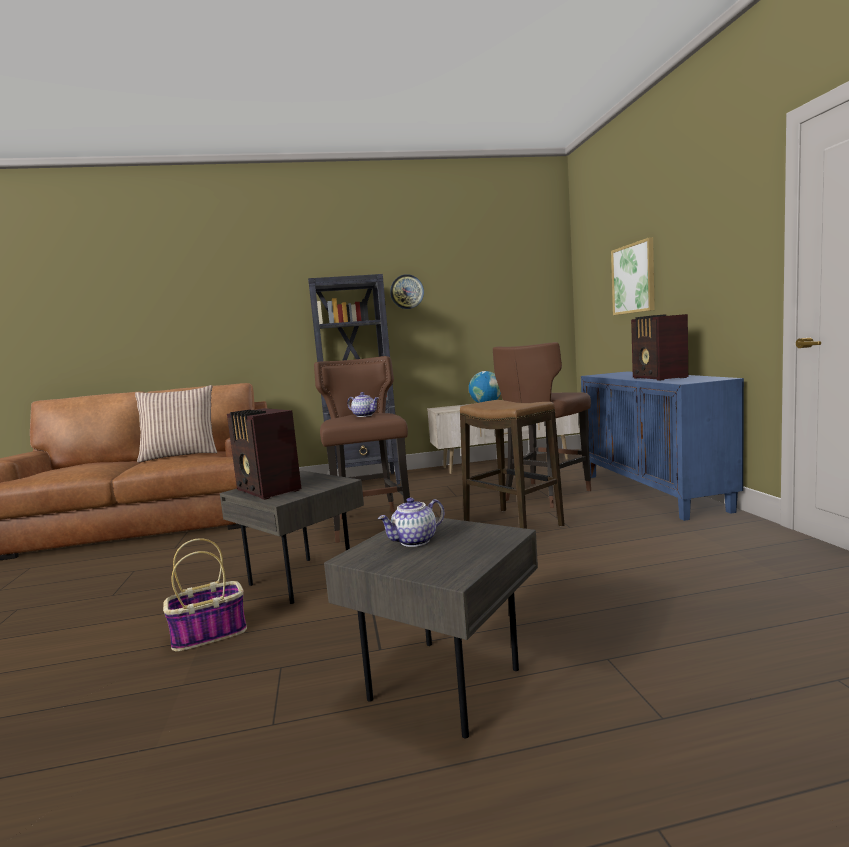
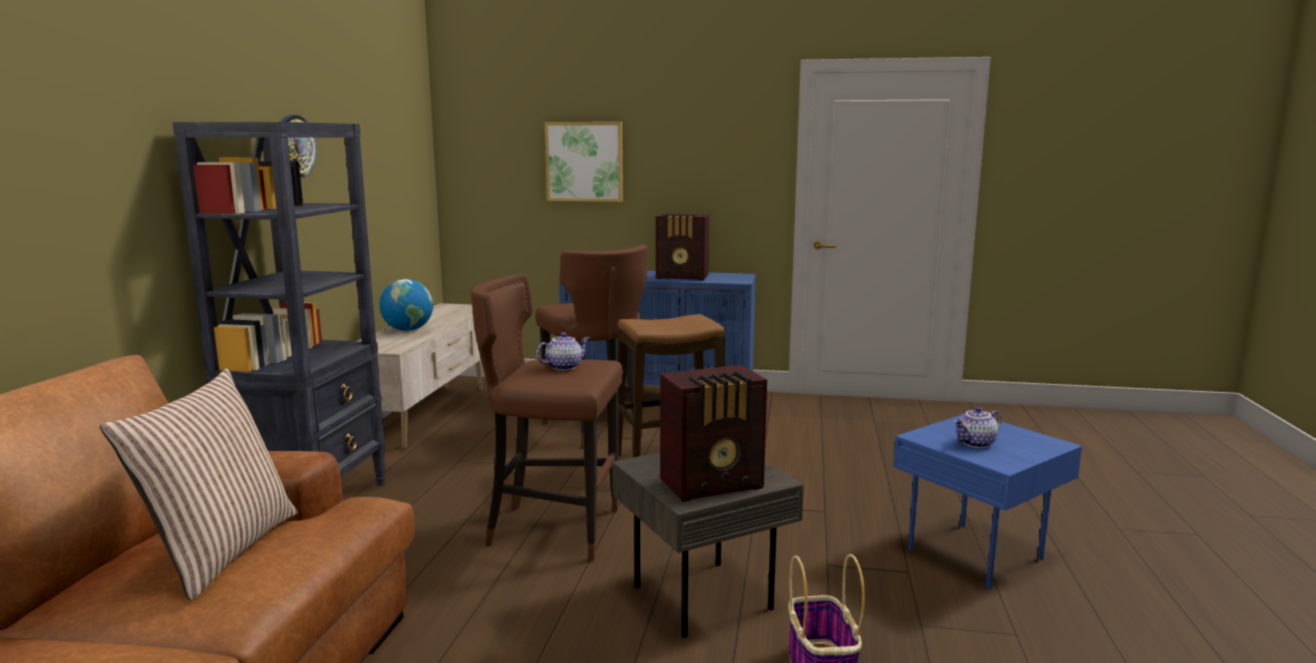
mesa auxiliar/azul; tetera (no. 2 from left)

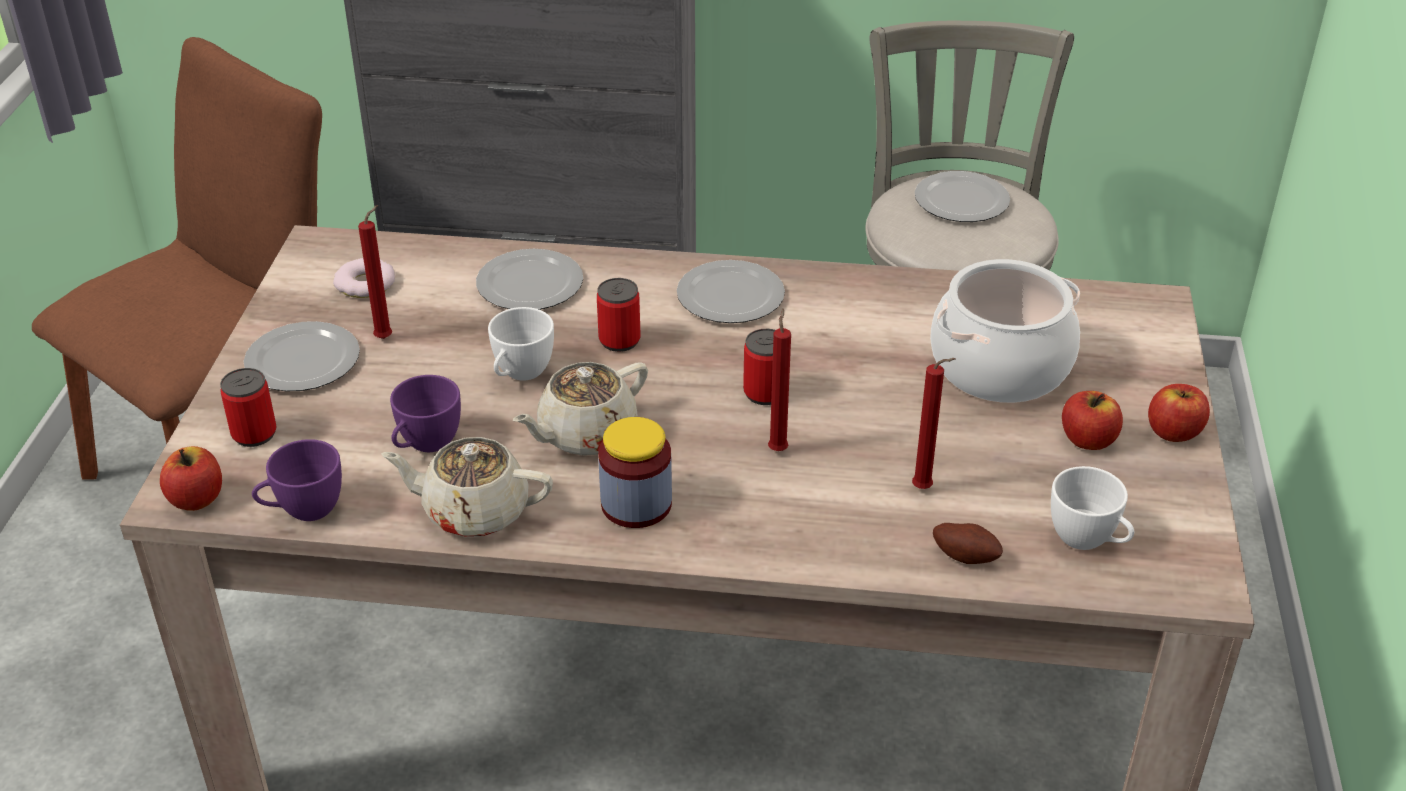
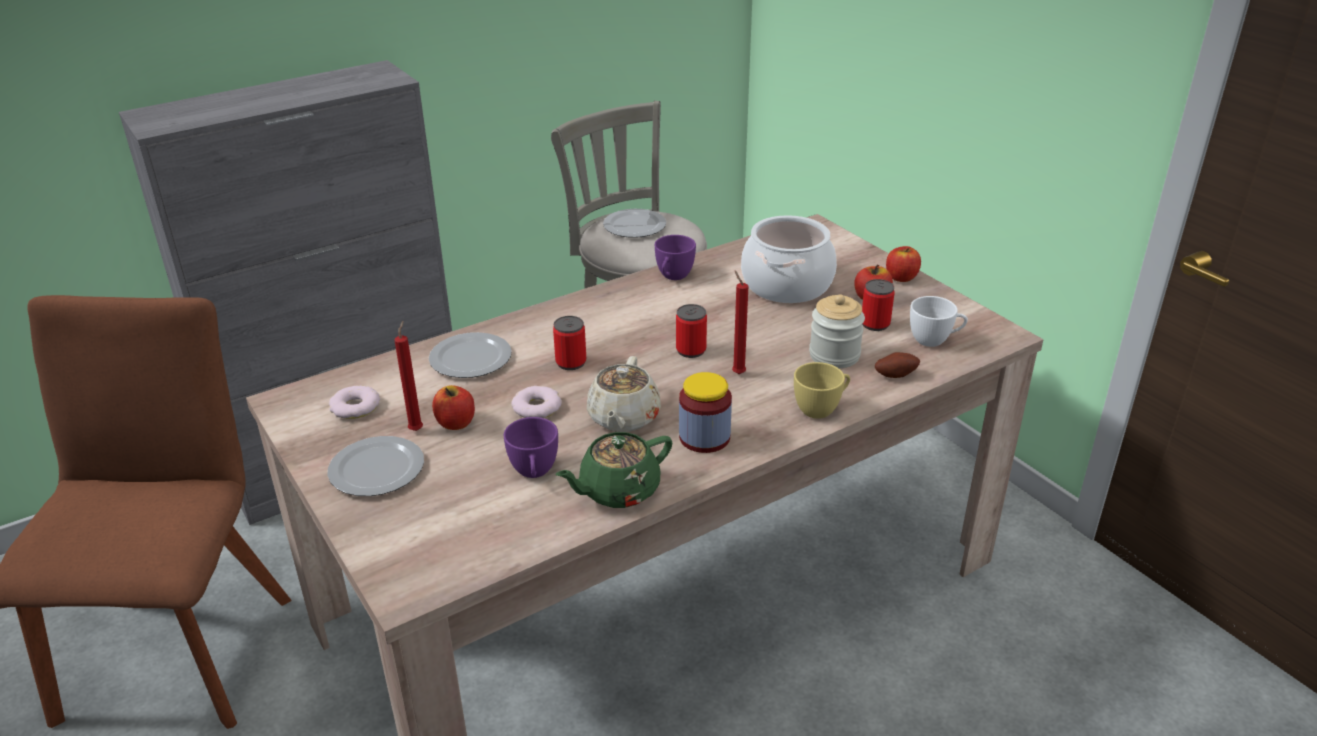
manzana (no. 1 from left); rosquilla (no. 2 from left); tetera/verde; taza/morado (no. 2 from left); taza/amarillo; tarro (no. 2 from left); lata (no. 3 from left); plato (no. 3 from left in the first image)

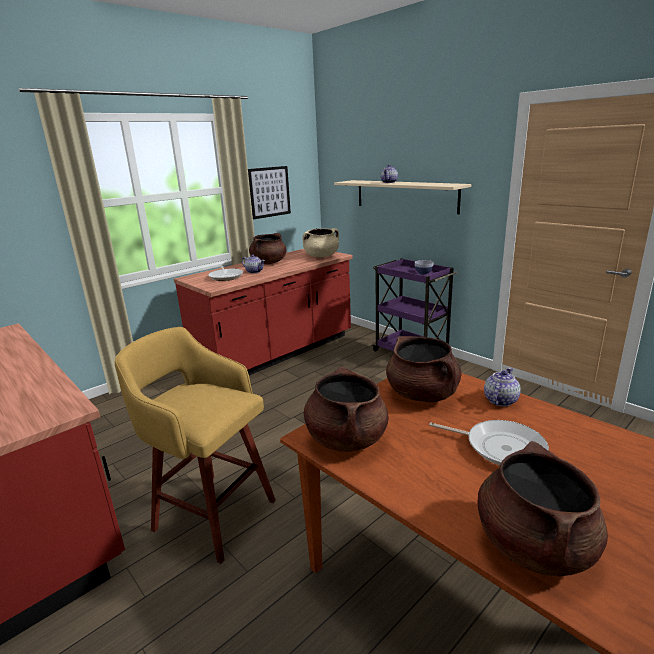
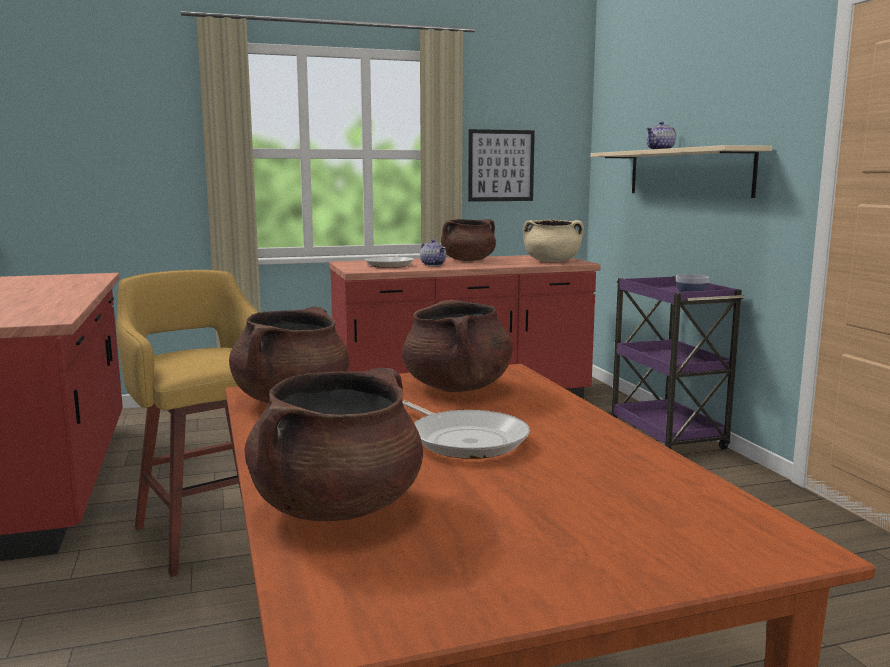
tetera (no. 3 from left in the first image)

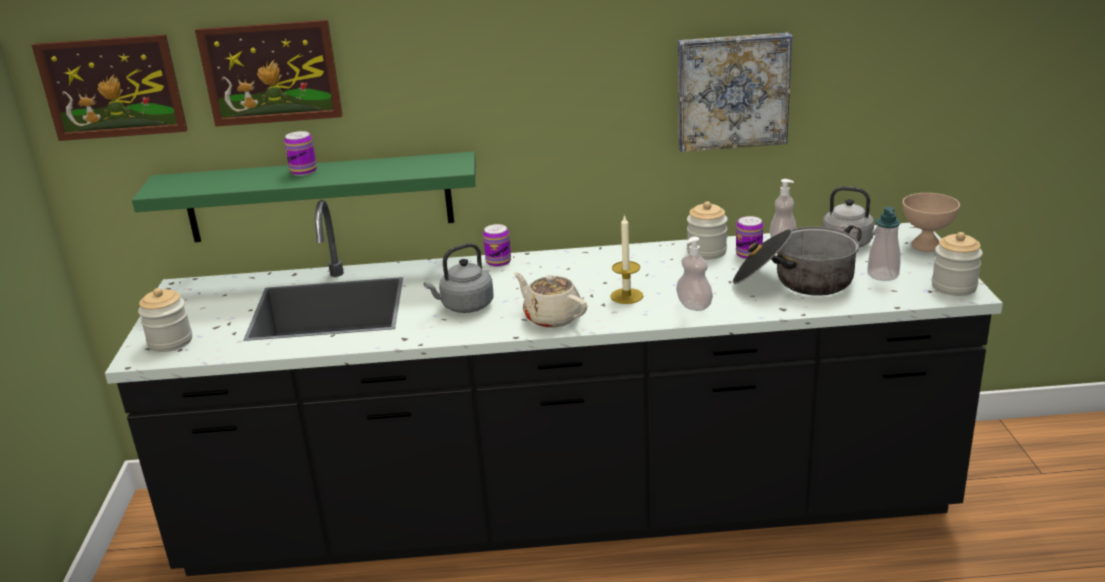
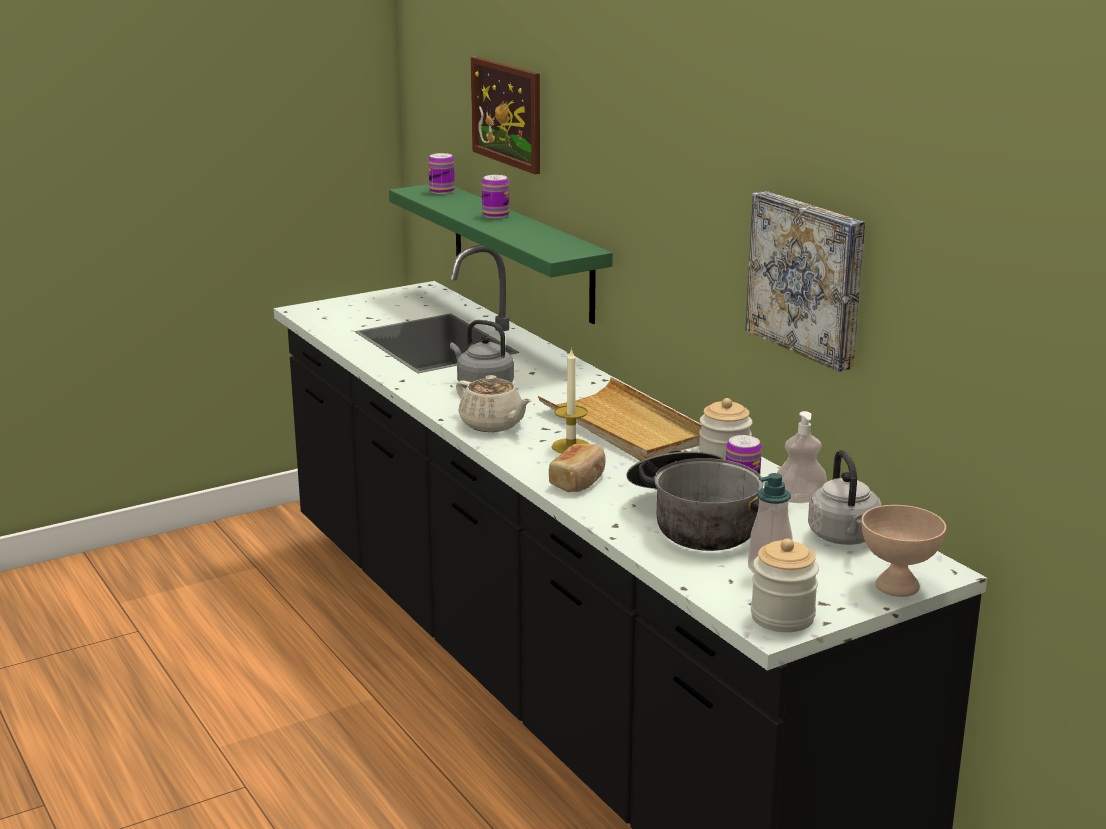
lata (no. 1 from left); tetera/beis; bandeja/beis; pan; cuadro (no. 1 from left in the first image); tarro (no. 1 from left in the first image)

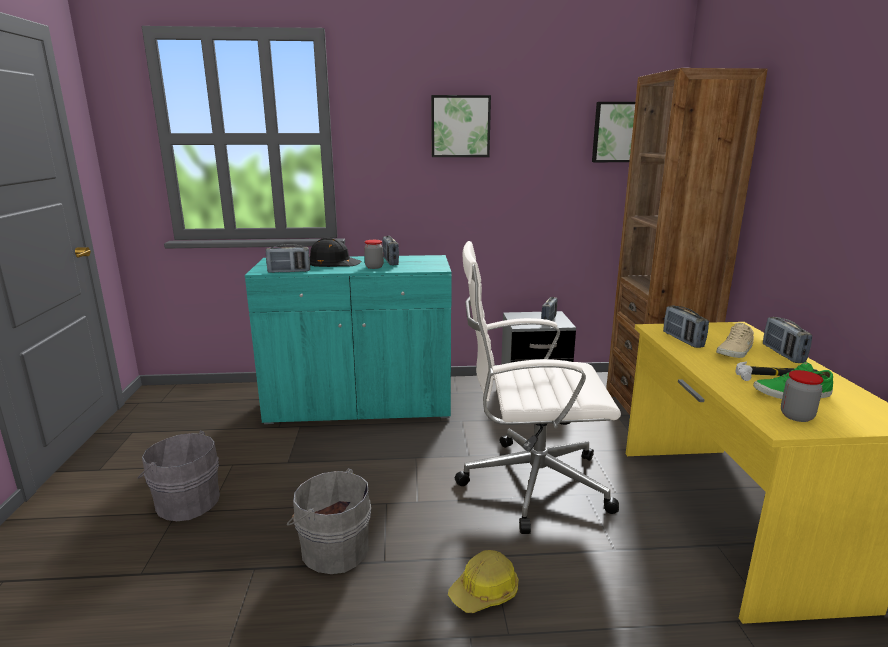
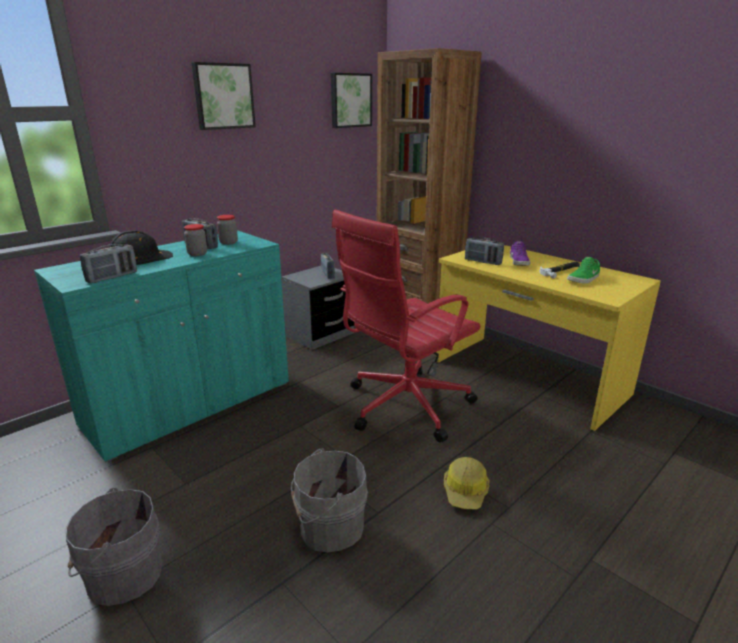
tarro (no. 2 from left); silla de oficina/rojo; zapato/morado; radio (no. 5 from left in the first image)

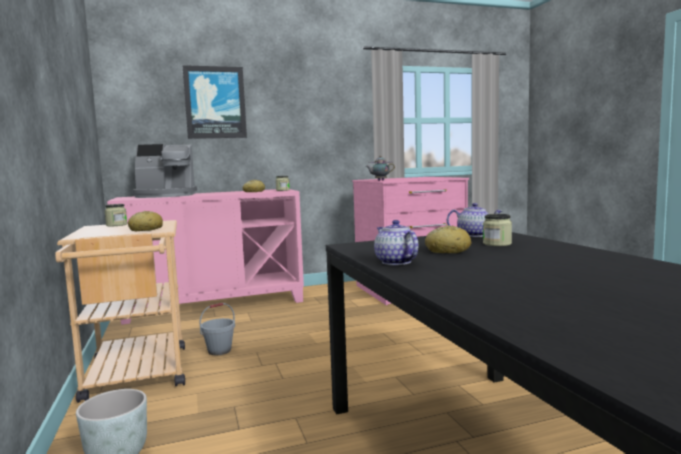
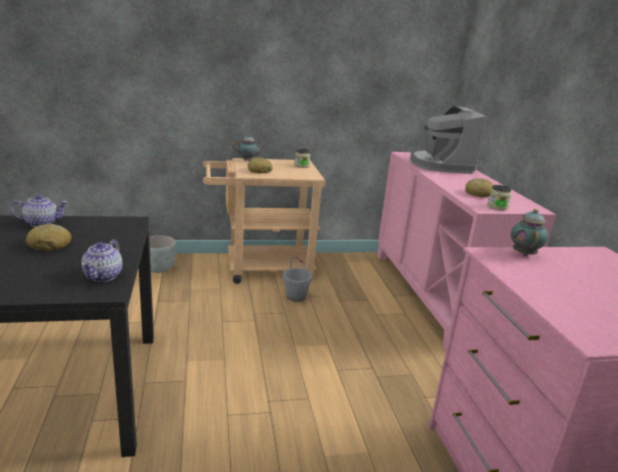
tetera (no. 3 from left); cuadro; tarro (no. 3 from left in the first image)

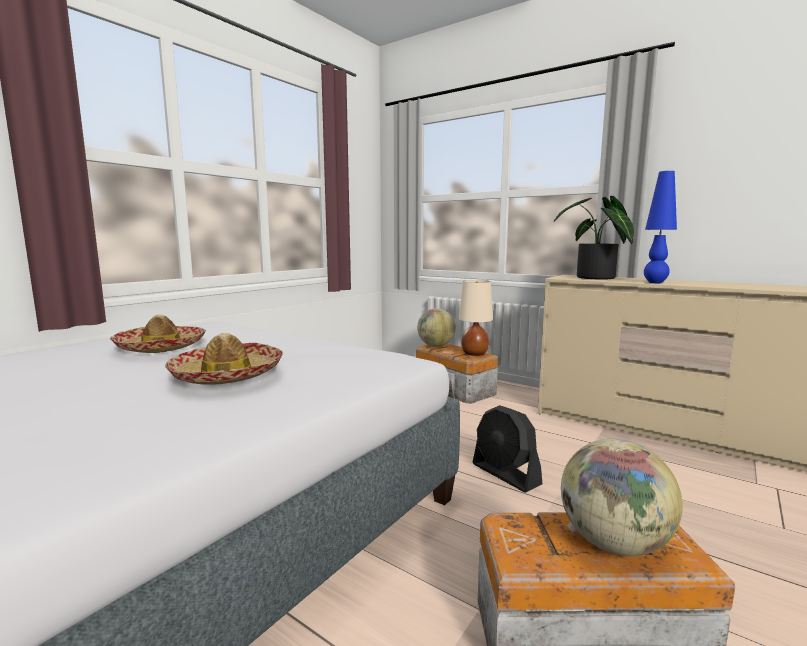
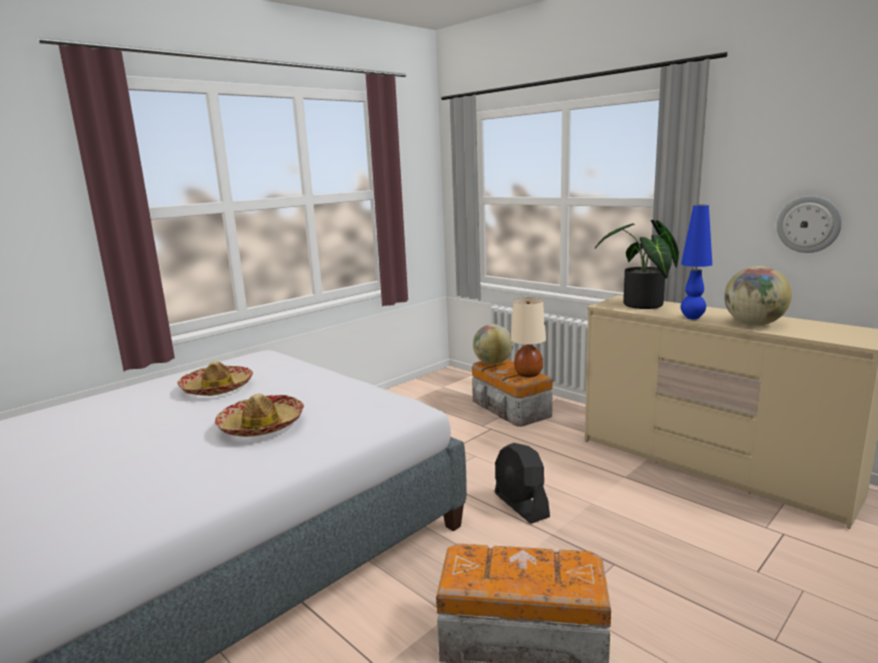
globo terráqueo (no. 2 from left); reloj de pared

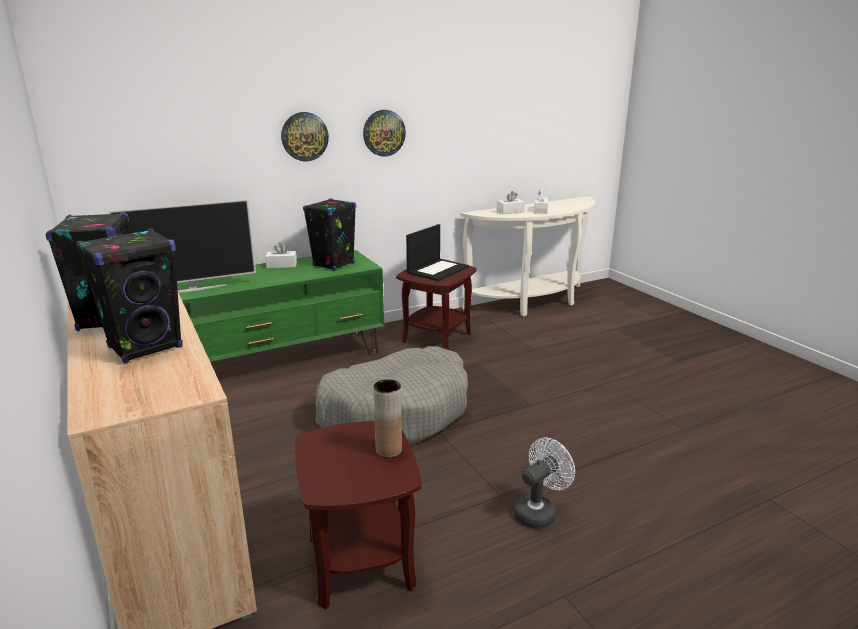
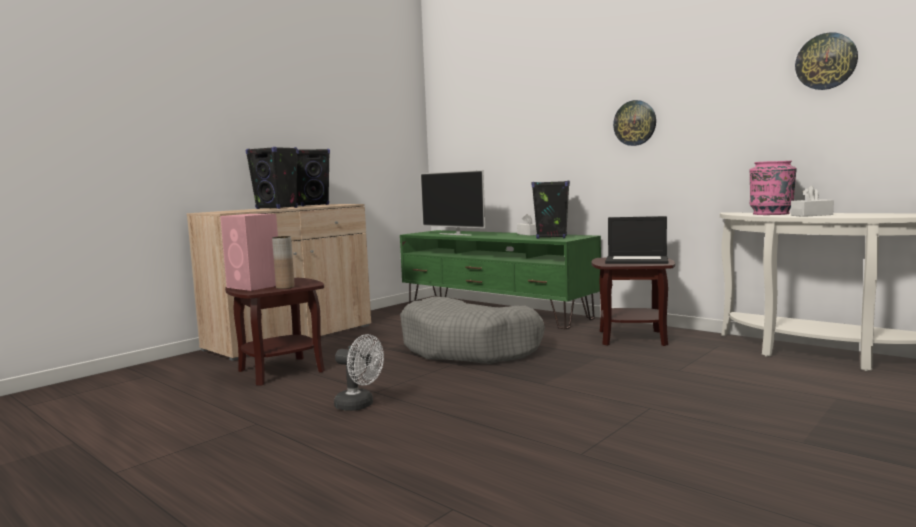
altavoz/rosa; florero/rosa; reloj de pared (no. 2 from left)

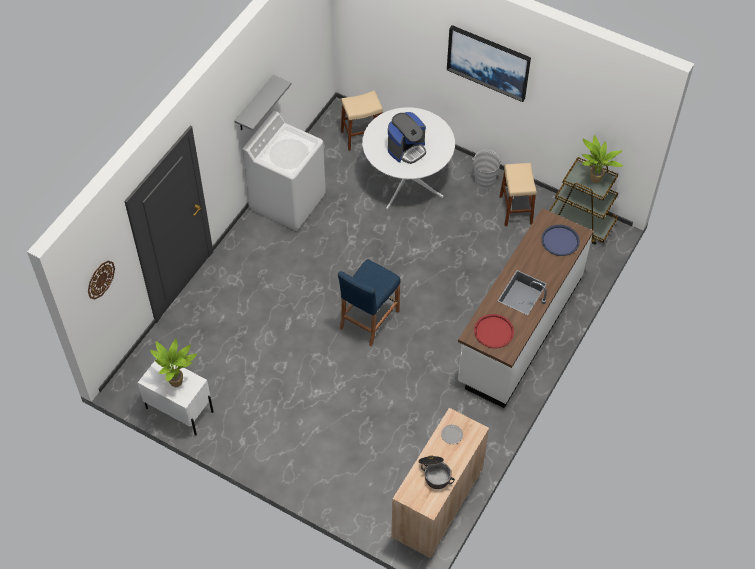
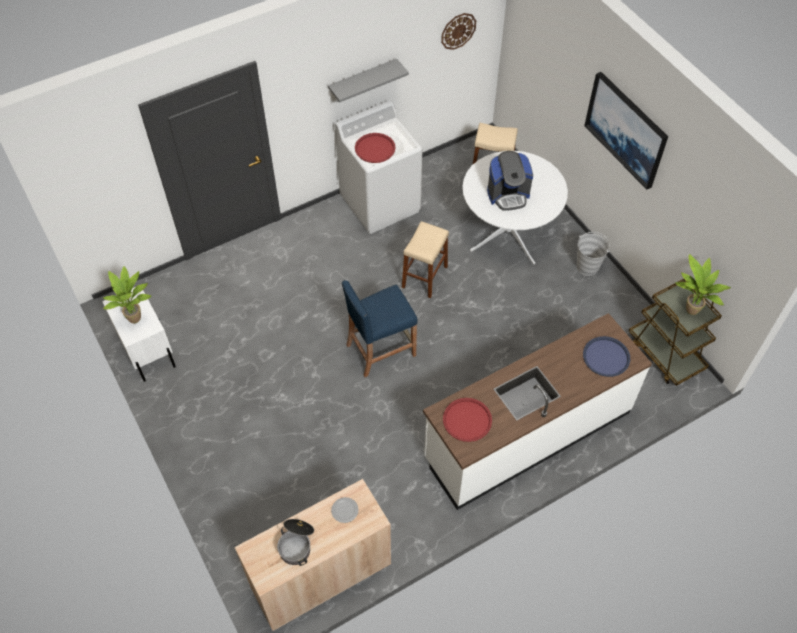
bandeja/rojo (no. 1 from left); taburete/beis (no. 1 from left); reloj de pared

